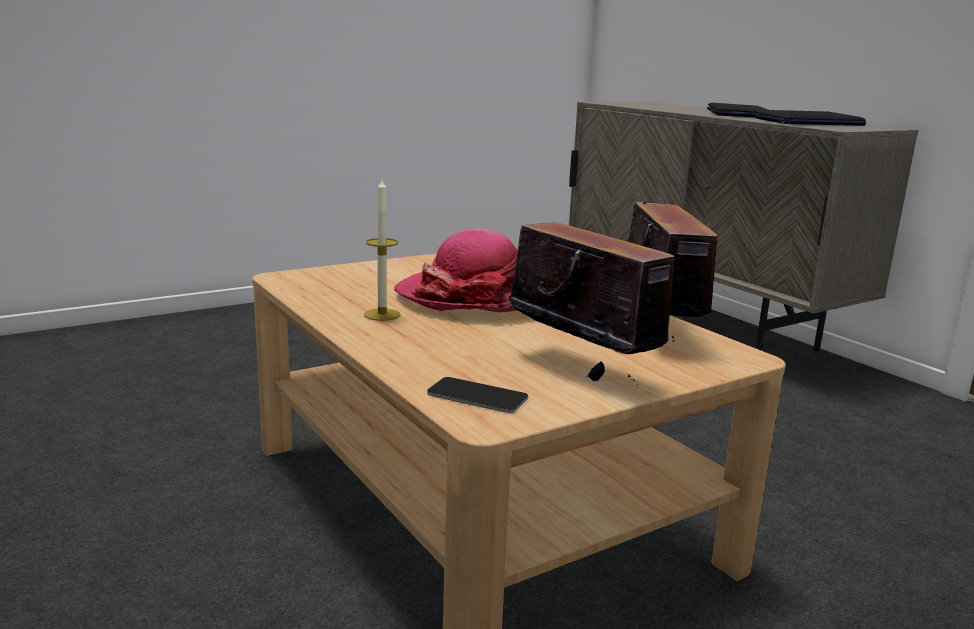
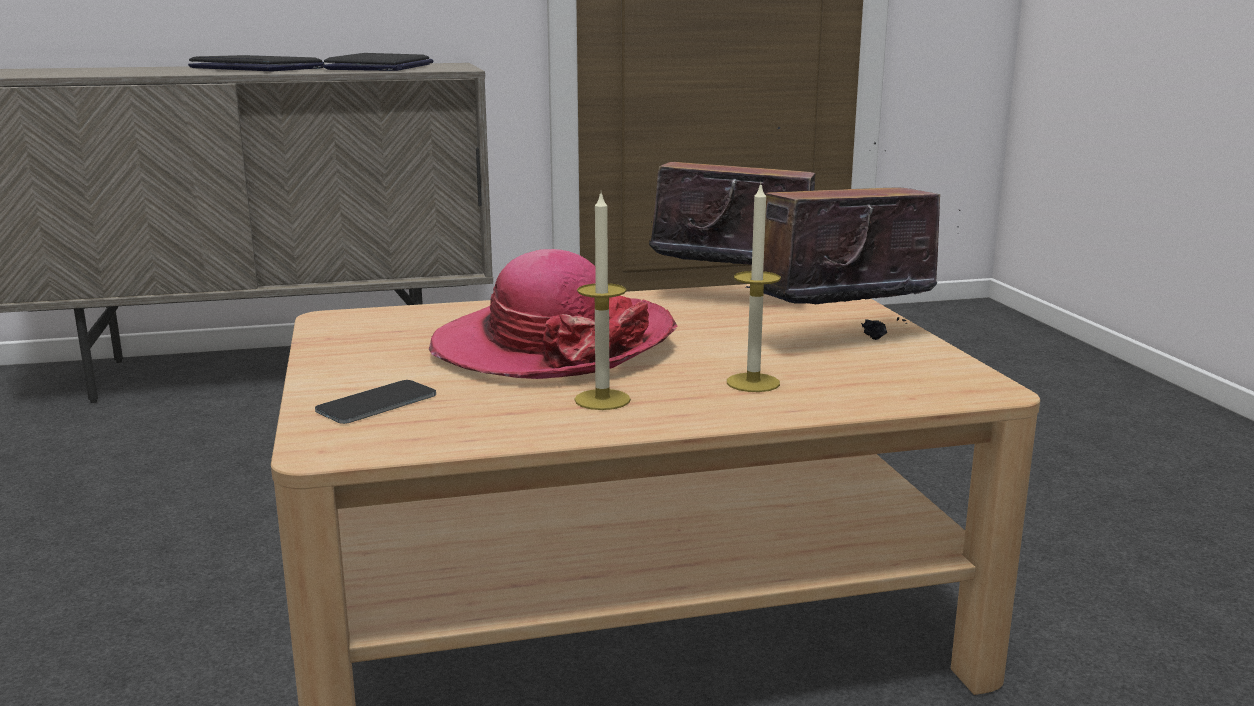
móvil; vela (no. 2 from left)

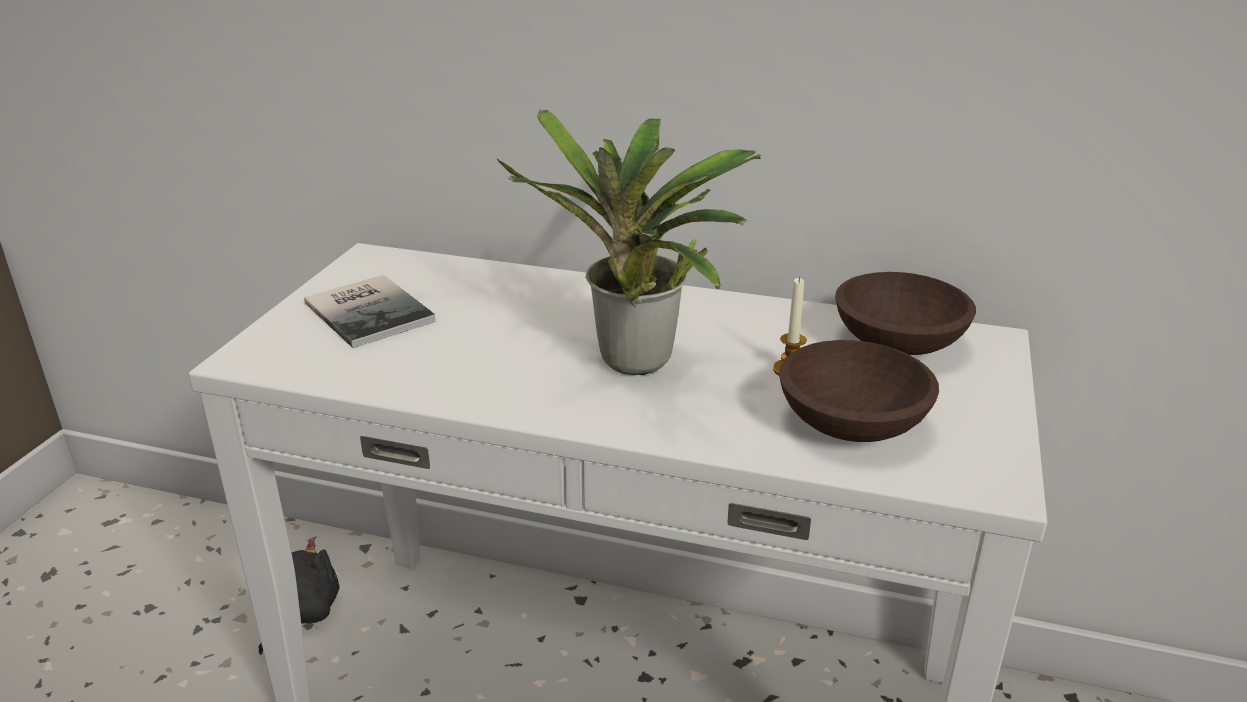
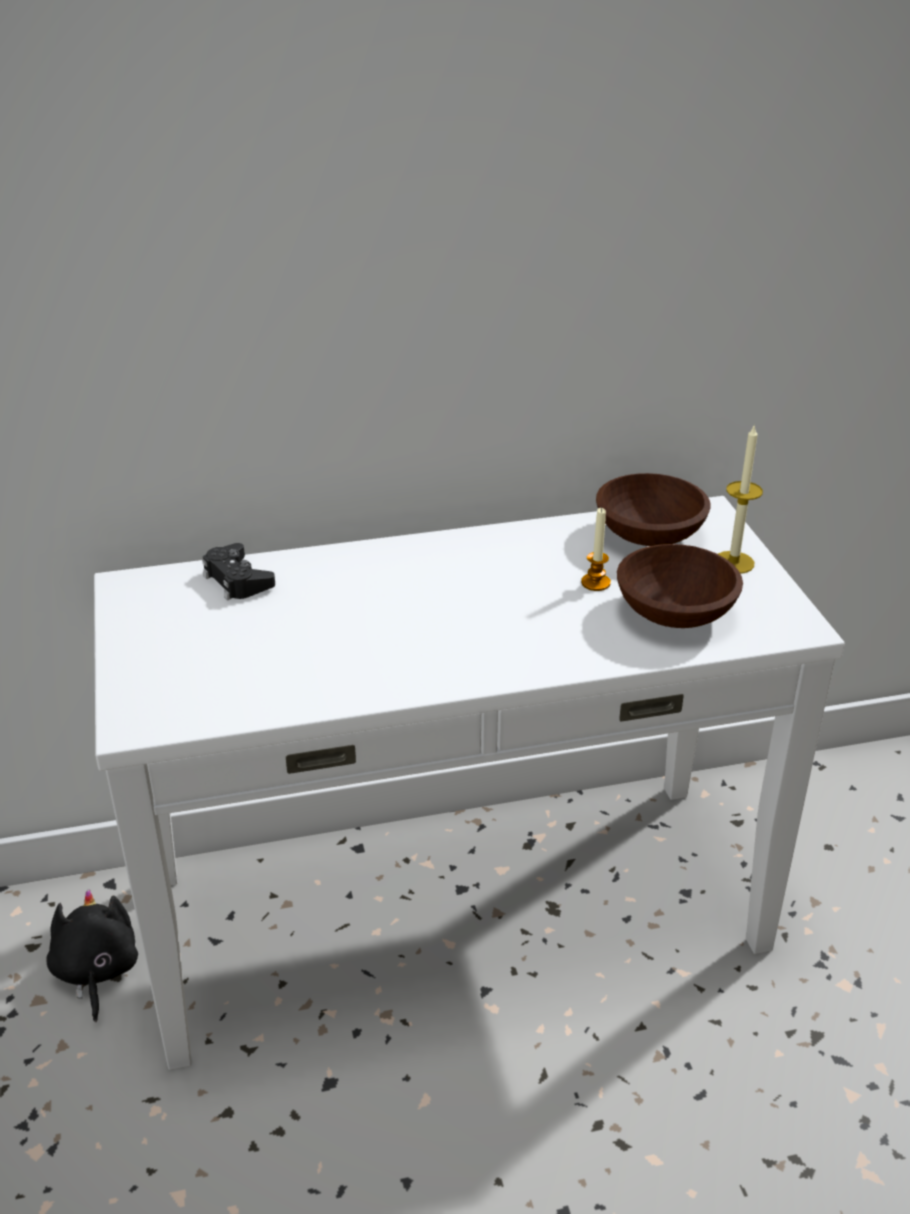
mando de consola/negro; vela (no. 2 from left); libro; planta en maceta

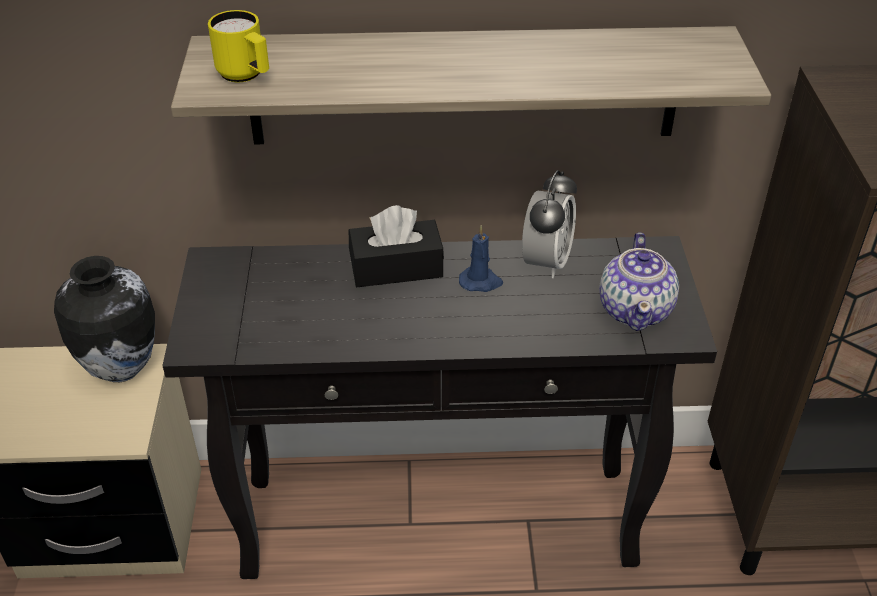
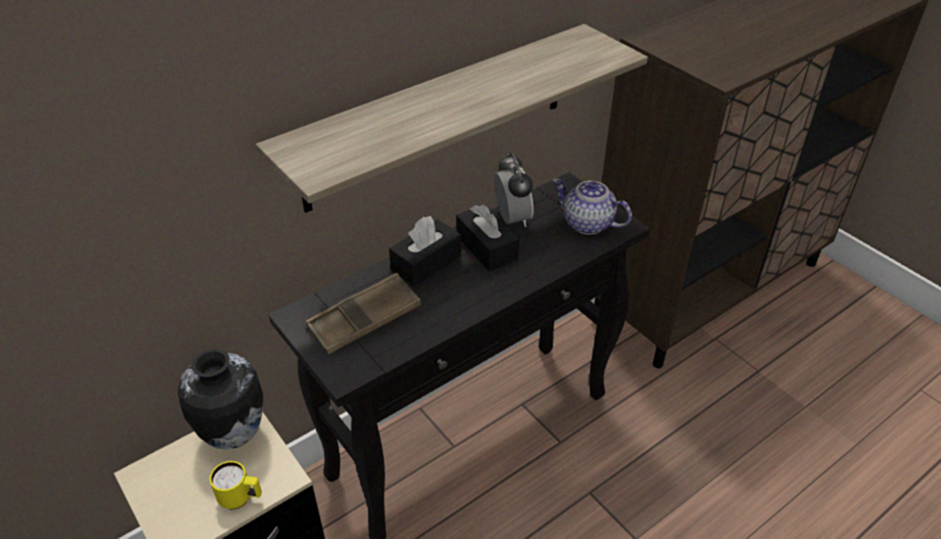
taza grande/amarillo; bandeja/marrón; caja de pañuelos/negro (no. 2 from left); tetera

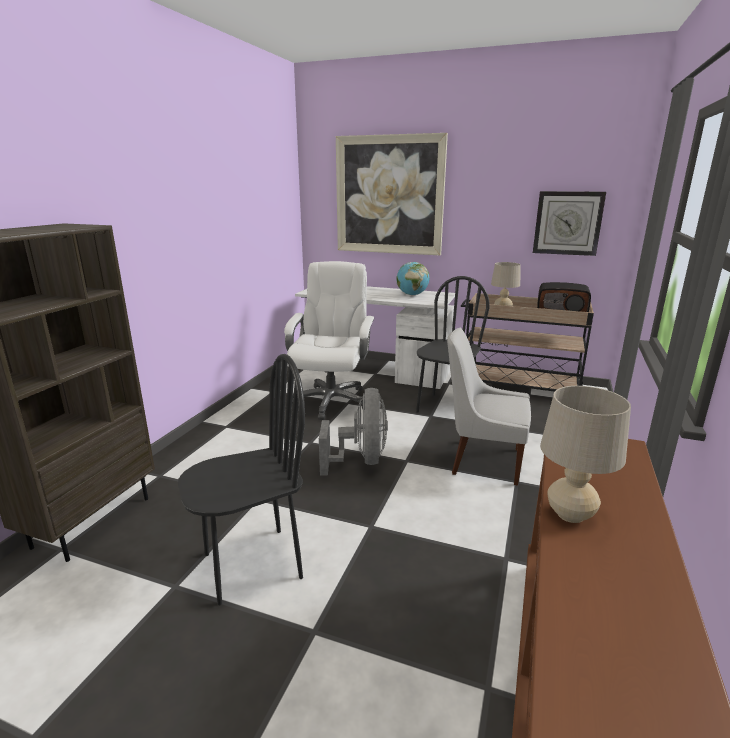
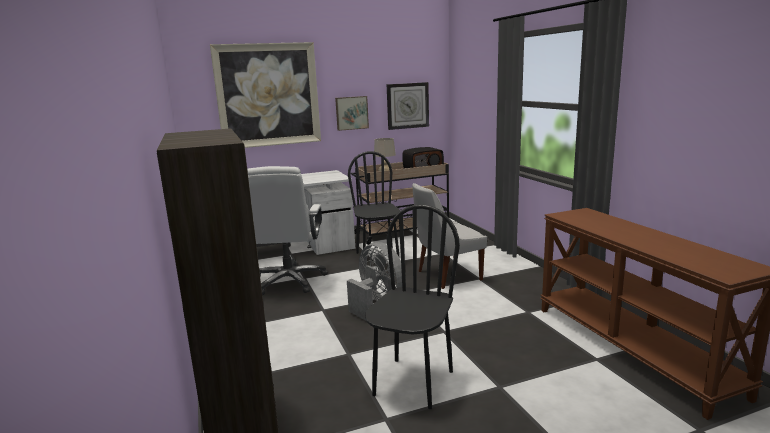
silla de oficina/blanco; cuadro (no. 2 from left); globo terráqueo; lámpara de mesa/beis (no. 2 from left in the first image)

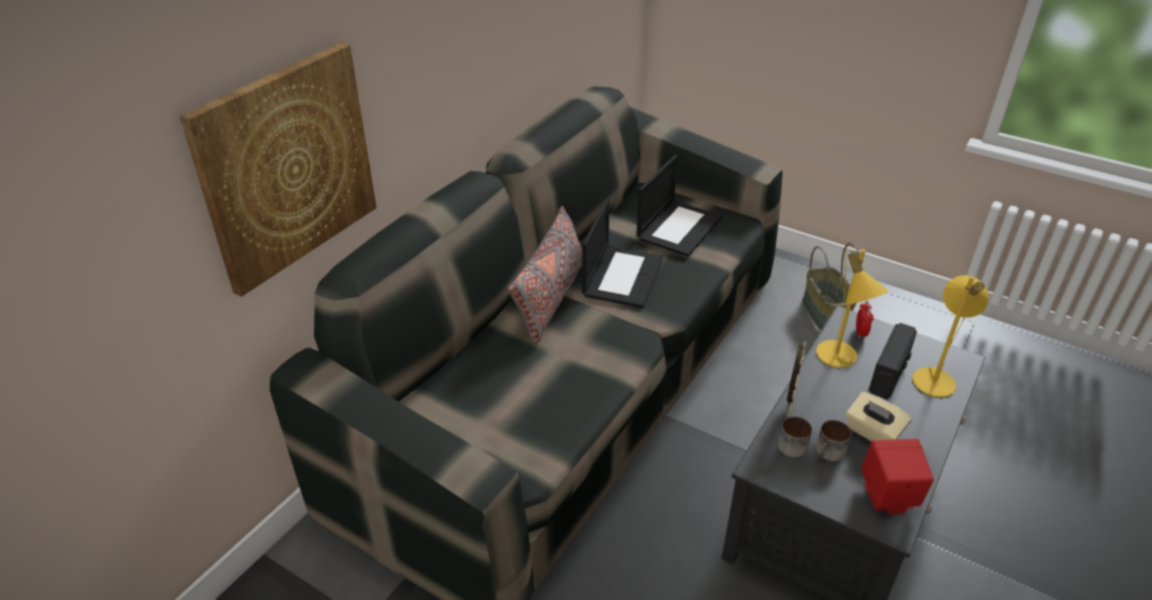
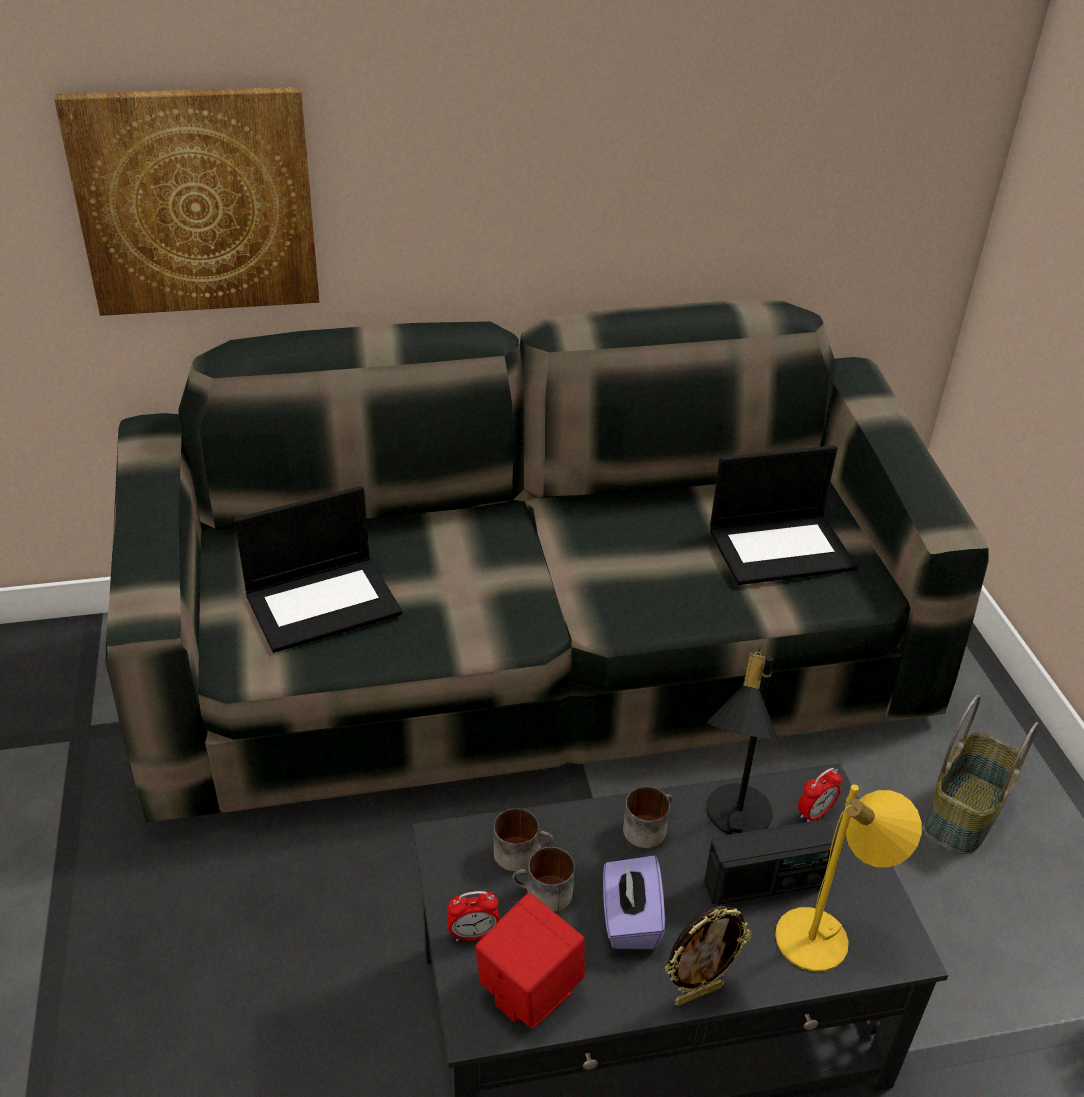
portátil (no. 1 from left); despertador (no. 1 from left); caja de pañuelos/morado; taza grande (no. 3 from left); portarretratos; lámpara de mesa/negro; cojín/gris

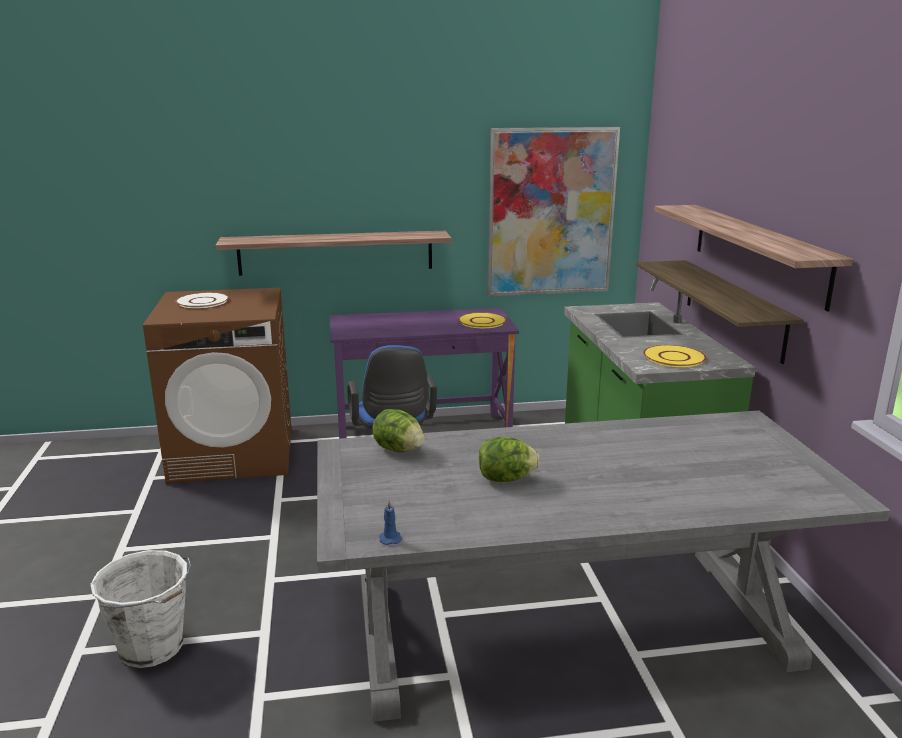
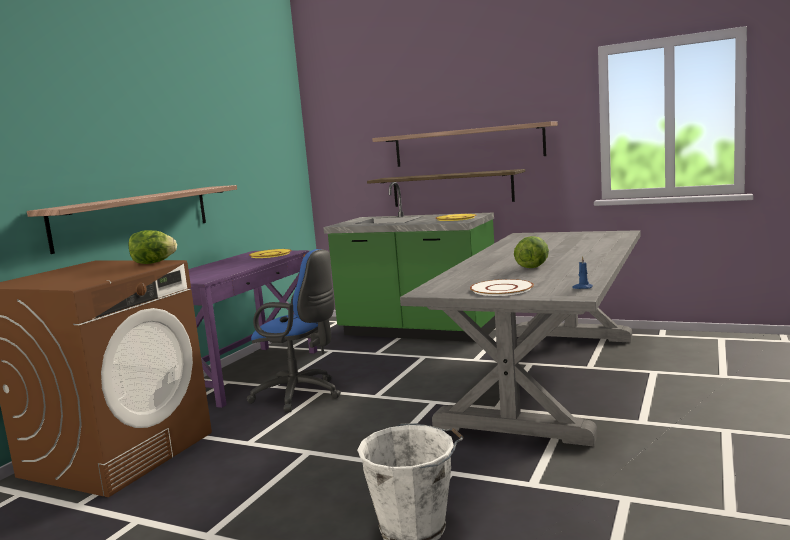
lechuga (no. 1 from left); plato/blanco; cuadro

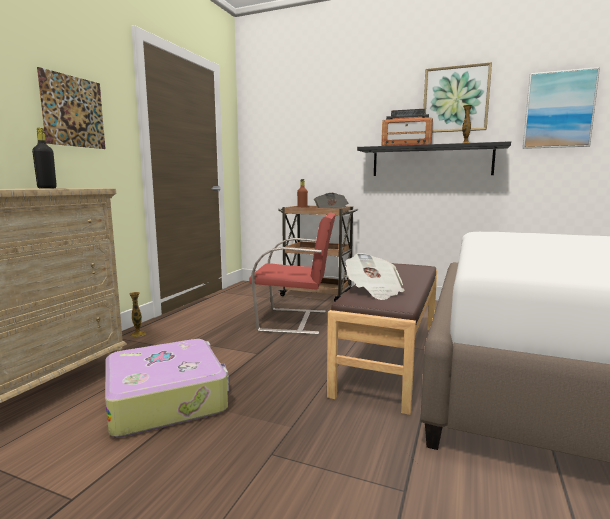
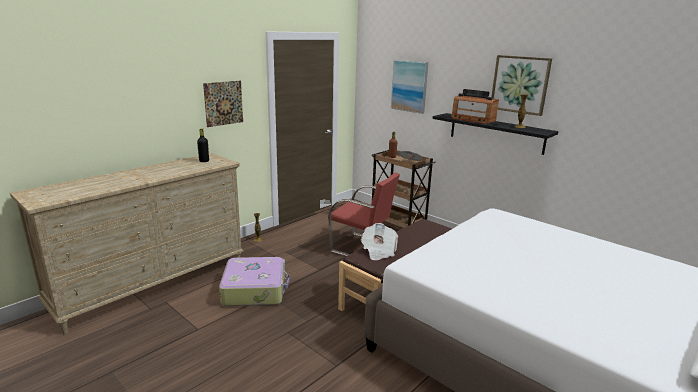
cuadro (no. 2 from left)

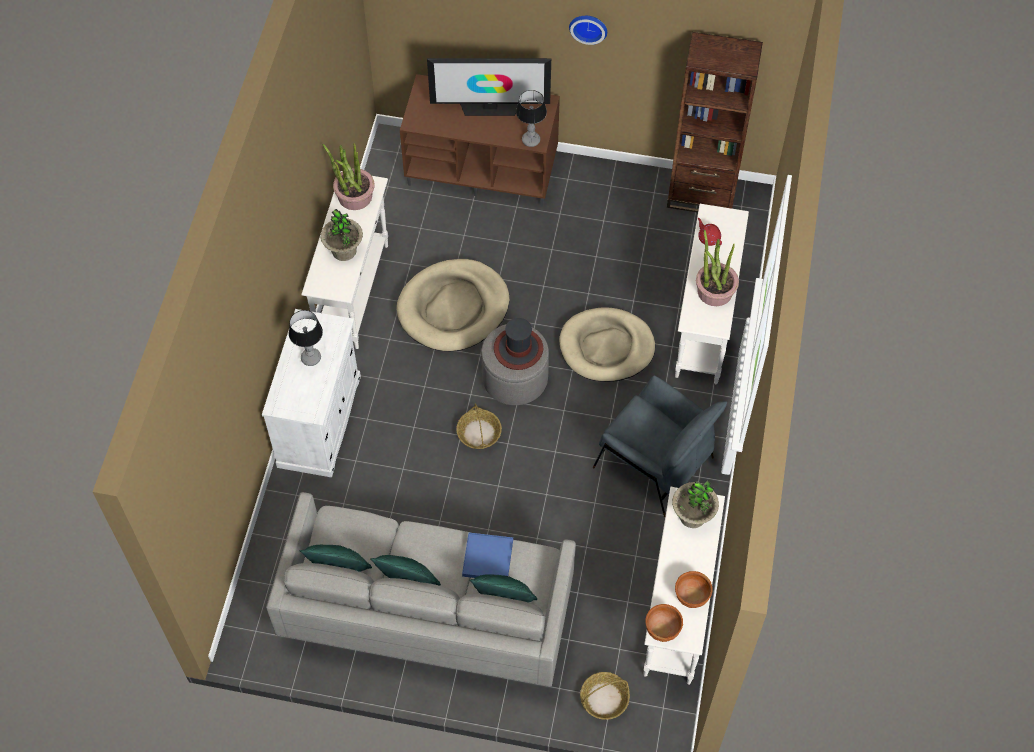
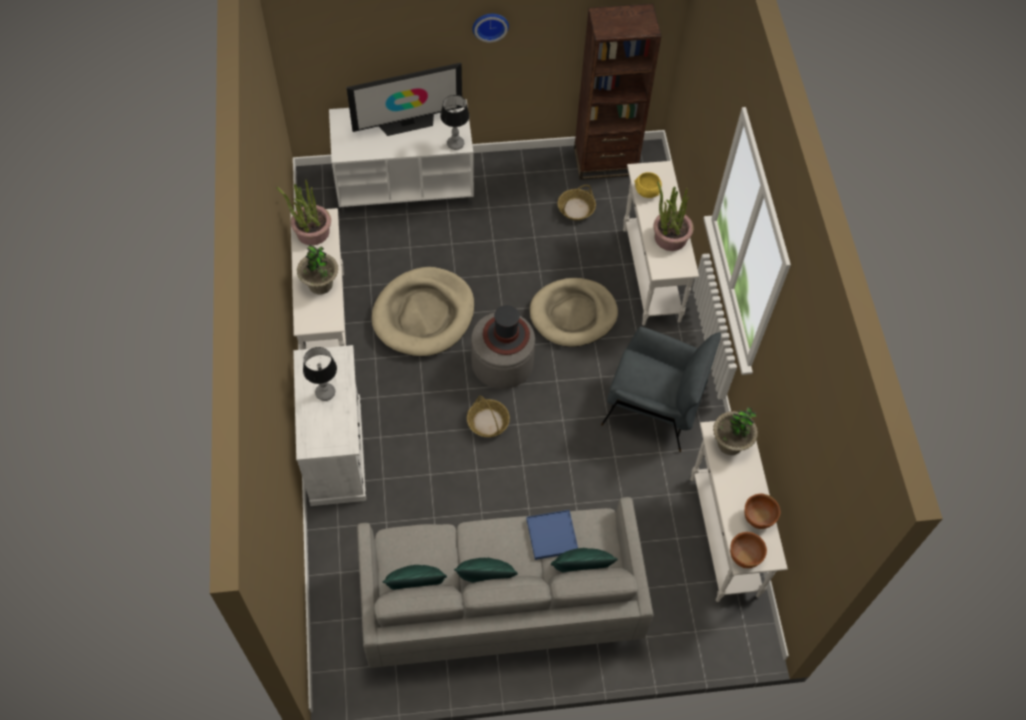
mueble de televisión/blanco; cesta (no. 2 from left); cuenco/amarillo

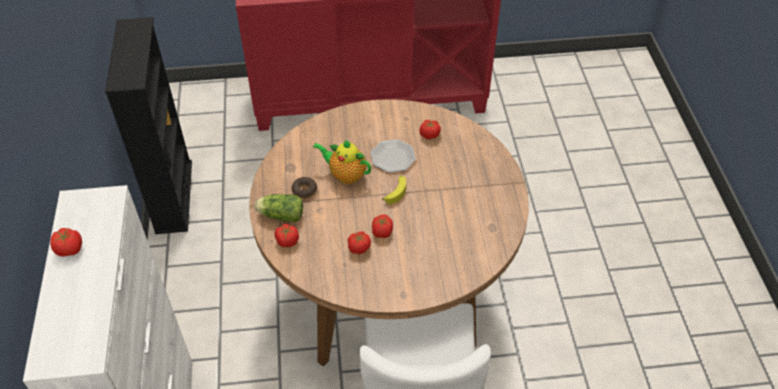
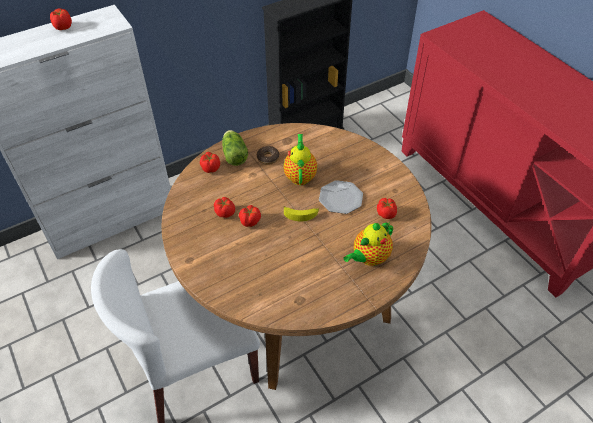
tetera (no. 2 from left)

